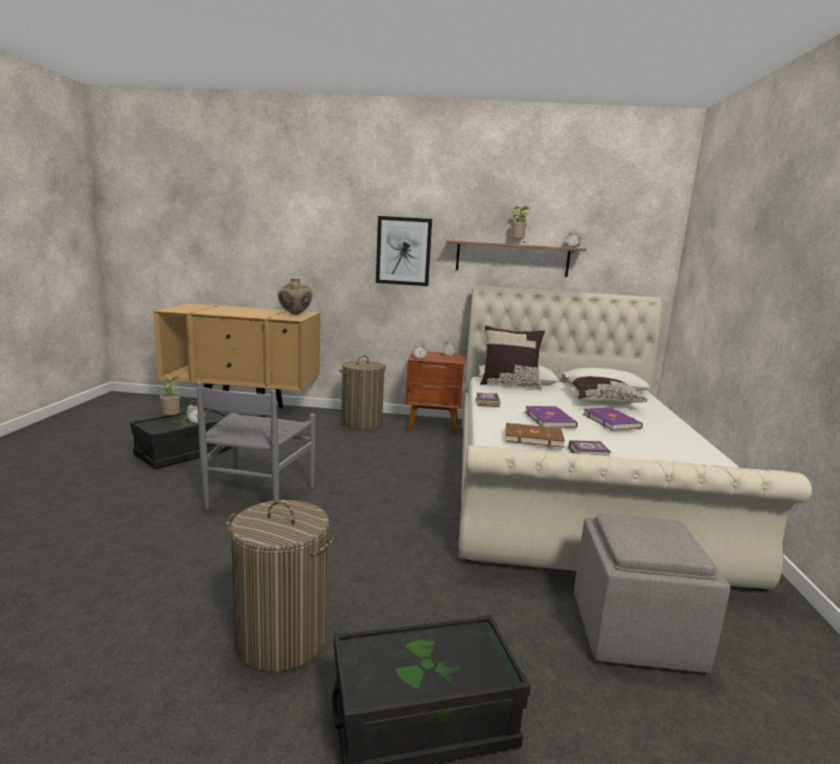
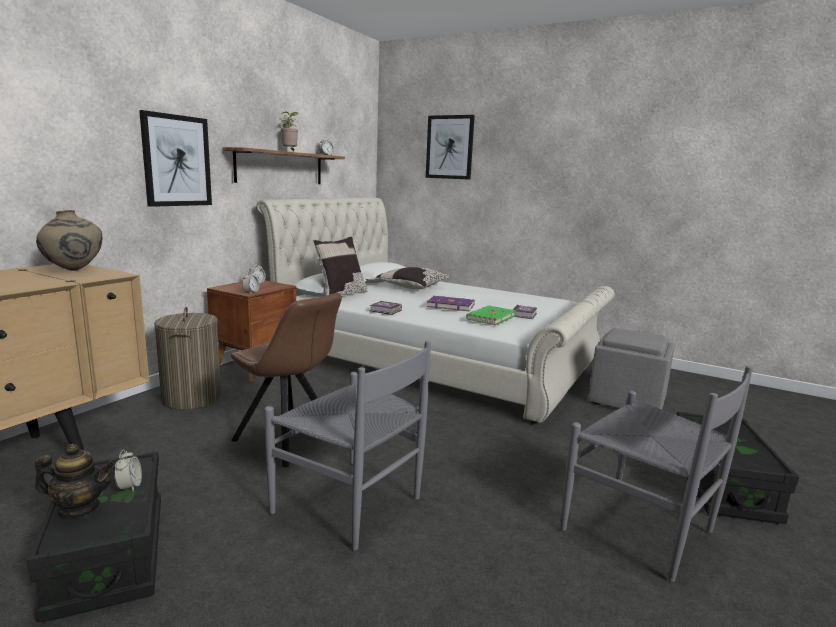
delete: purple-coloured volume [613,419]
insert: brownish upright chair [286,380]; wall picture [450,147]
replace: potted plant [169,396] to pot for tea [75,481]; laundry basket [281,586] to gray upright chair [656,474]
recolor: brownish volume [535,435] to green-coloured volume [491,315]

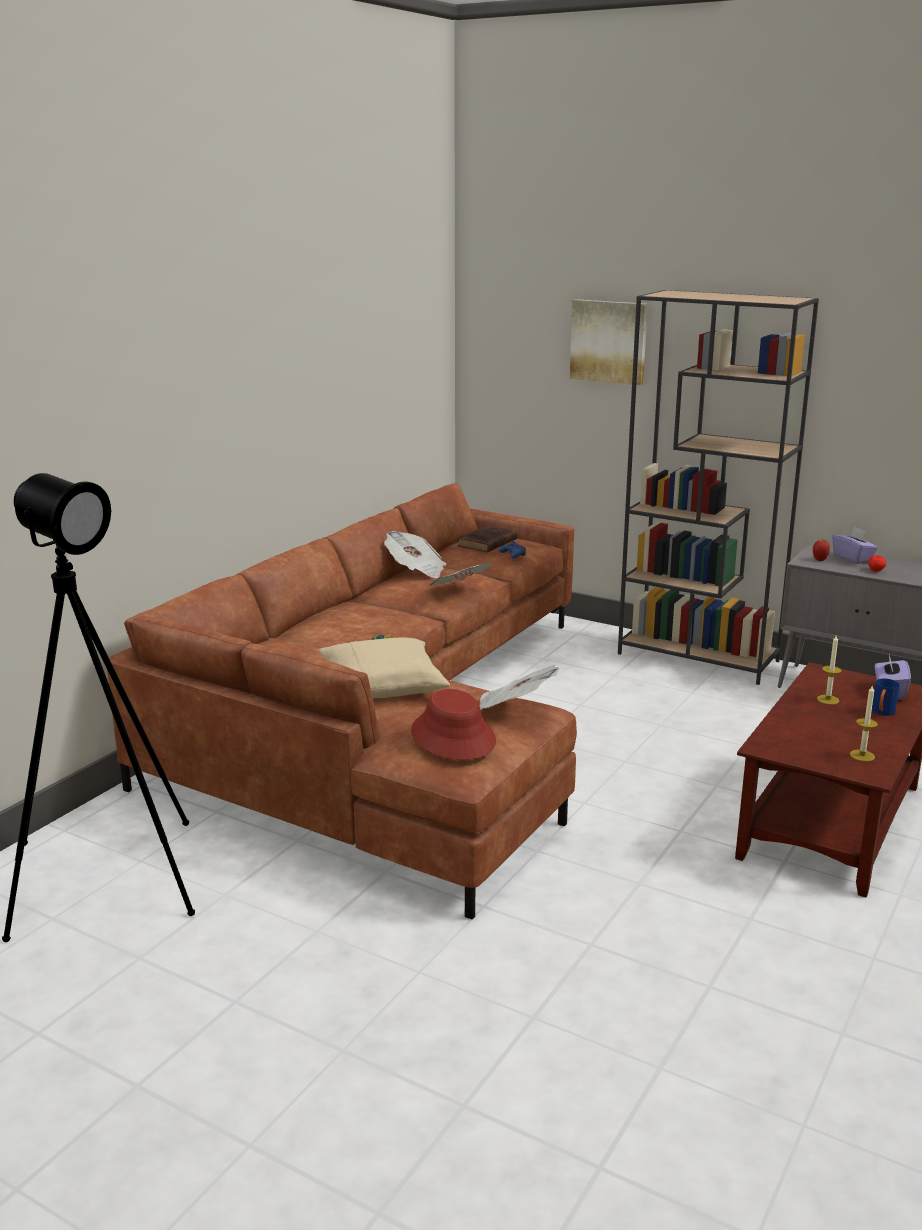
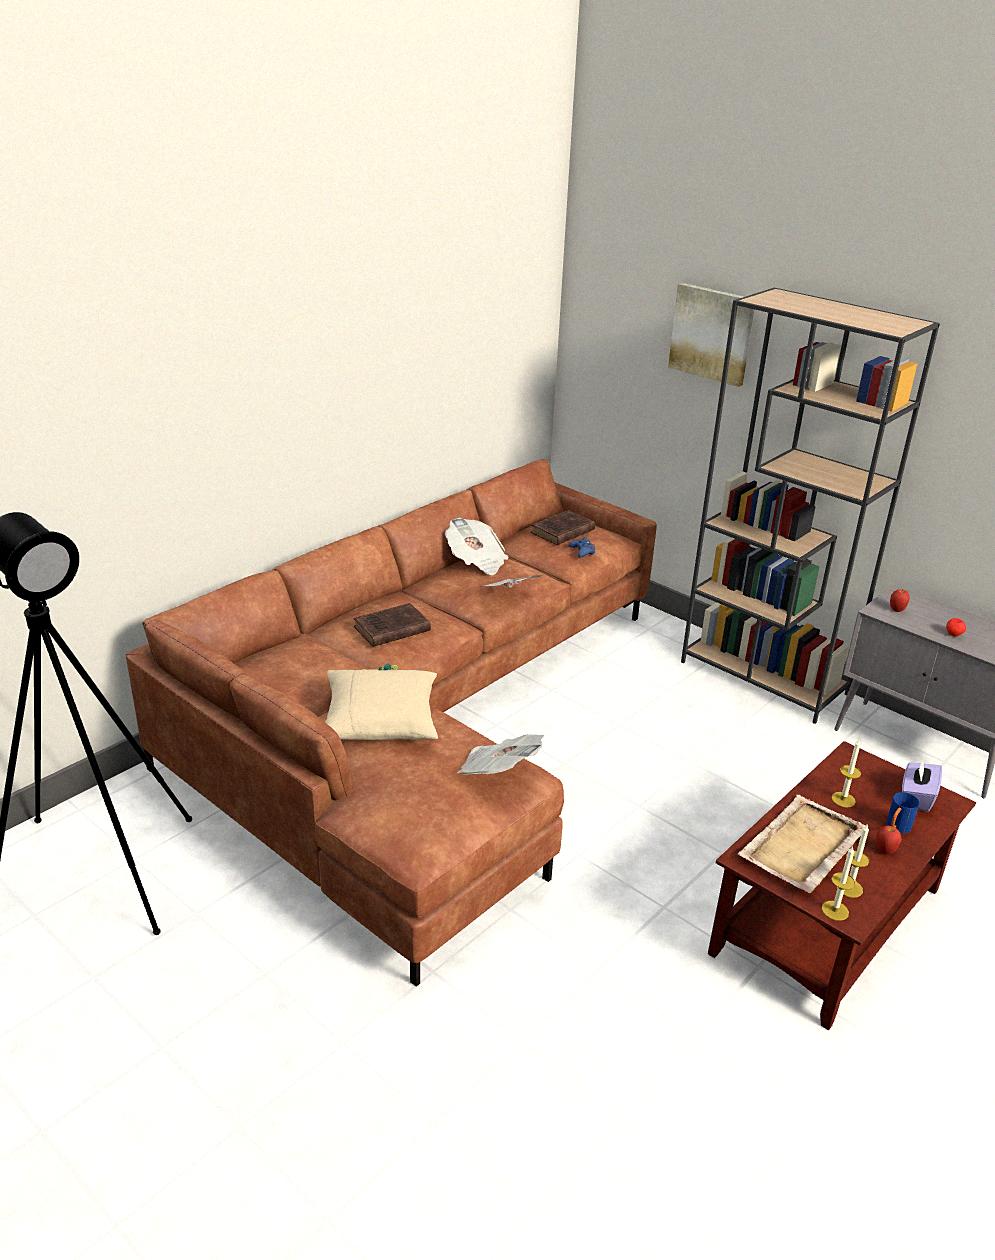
delete: reddish hat [453,724]; purple-coloured tissue holder [855,545]
insert: brownish volume [392,625]; beige tray [802,844]; wax light [838,883]; apple fruit [889,840]

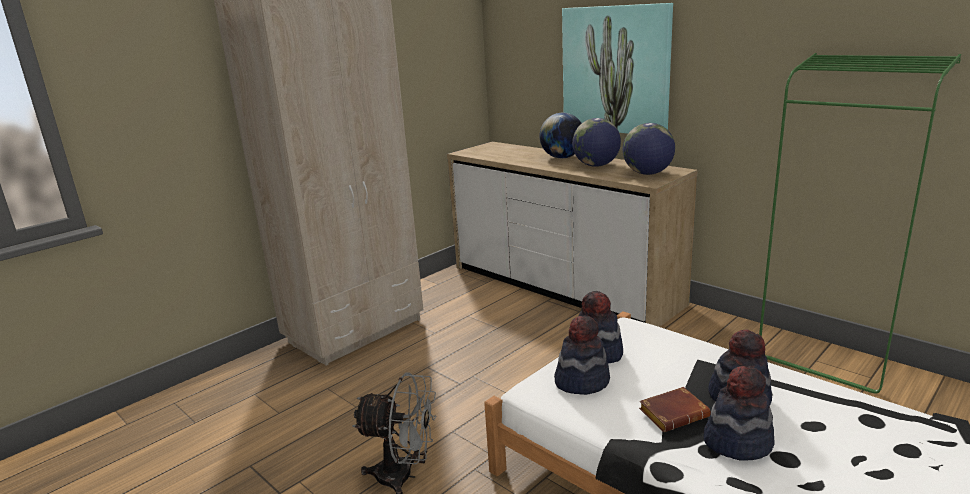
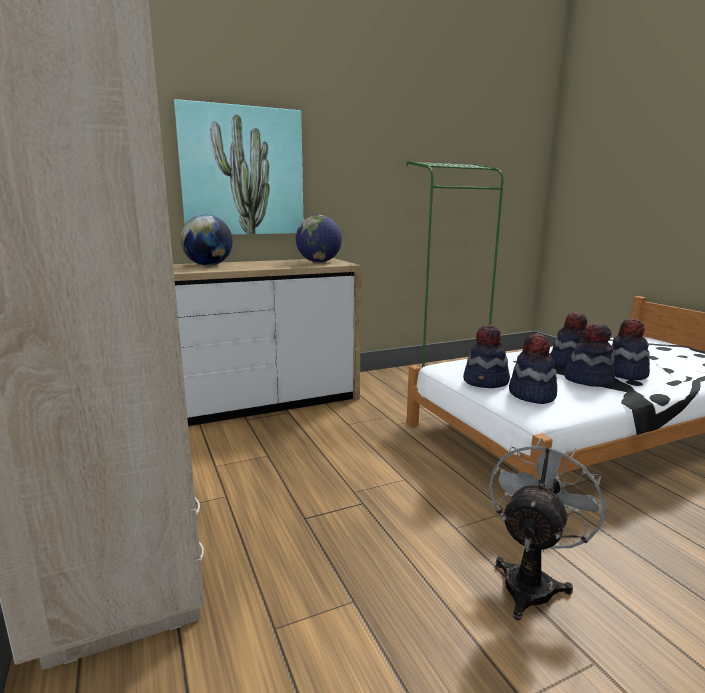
delete: globe [596,142]
replace: brownish volume [675,409] to hat [590,355]

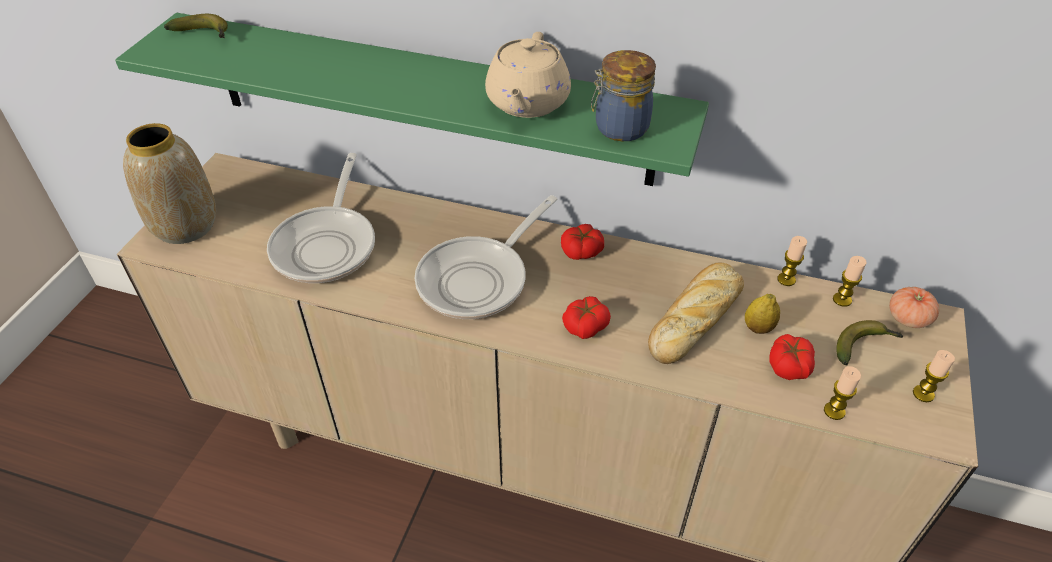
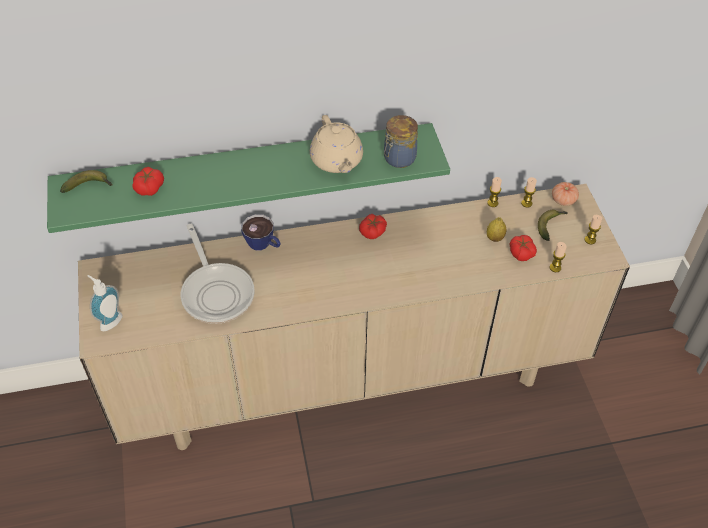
delete: pan [486,257]; bread [696,313]
insert: drinking cup [260,232]
move: whole tomato [586,317] to [148,181]
replace: decorative vase [169,183] to soap bottle [104,303]

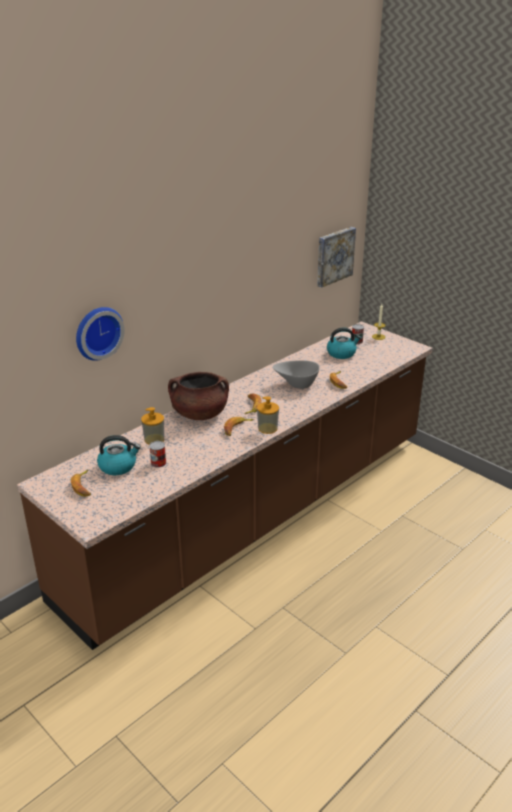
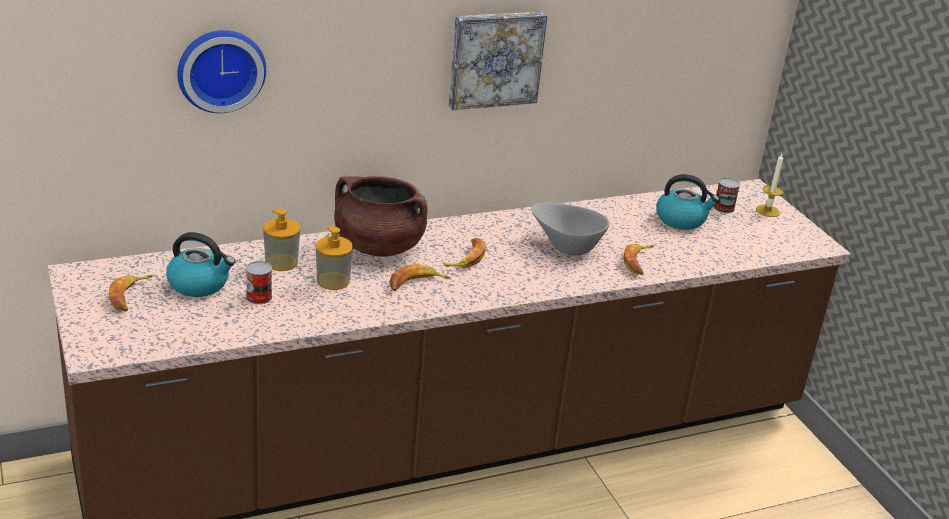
move: soap bottle [268,415] to [334,258]; wall picture [336,257] to [498,60]

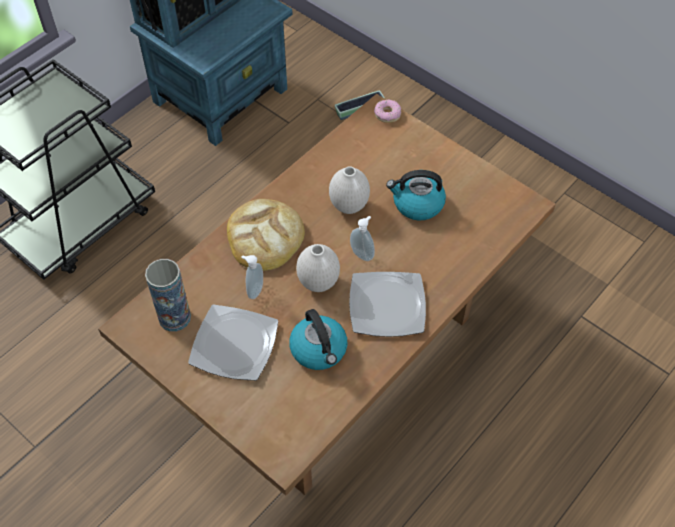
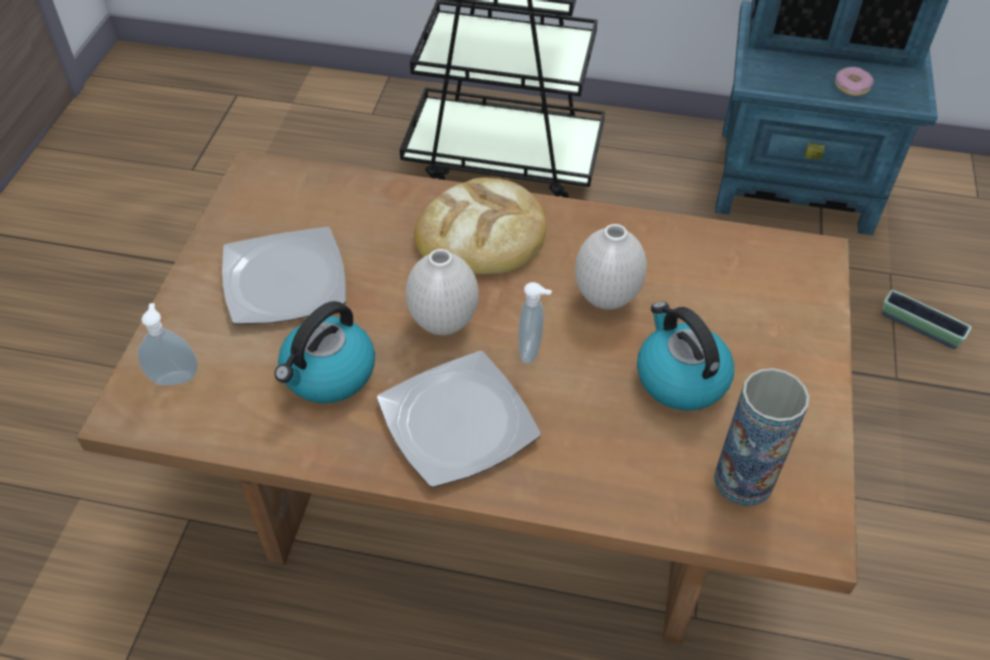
move: decorative vase [168,295] to [761,437]; soap bottle [252,277] to [168,344]; ring doughnut [387,111] to [854,81]

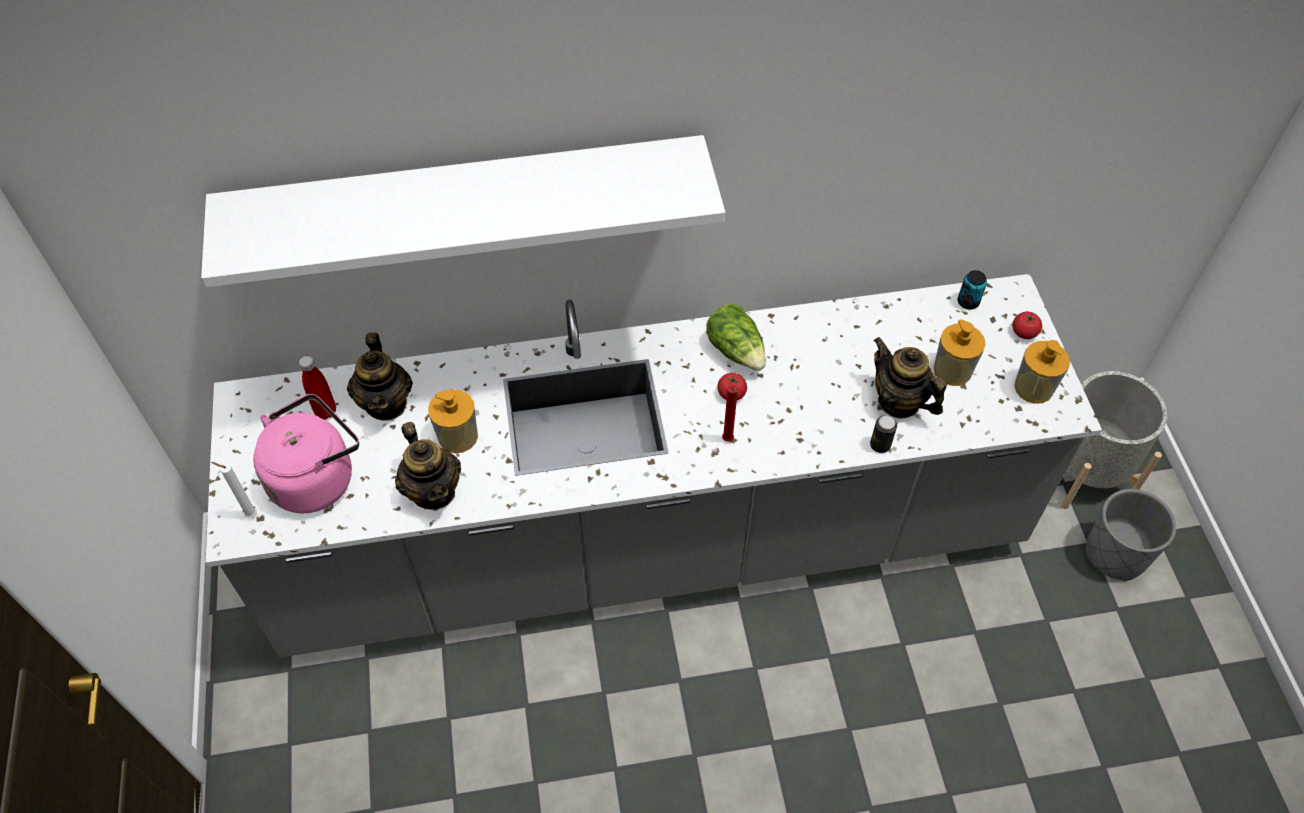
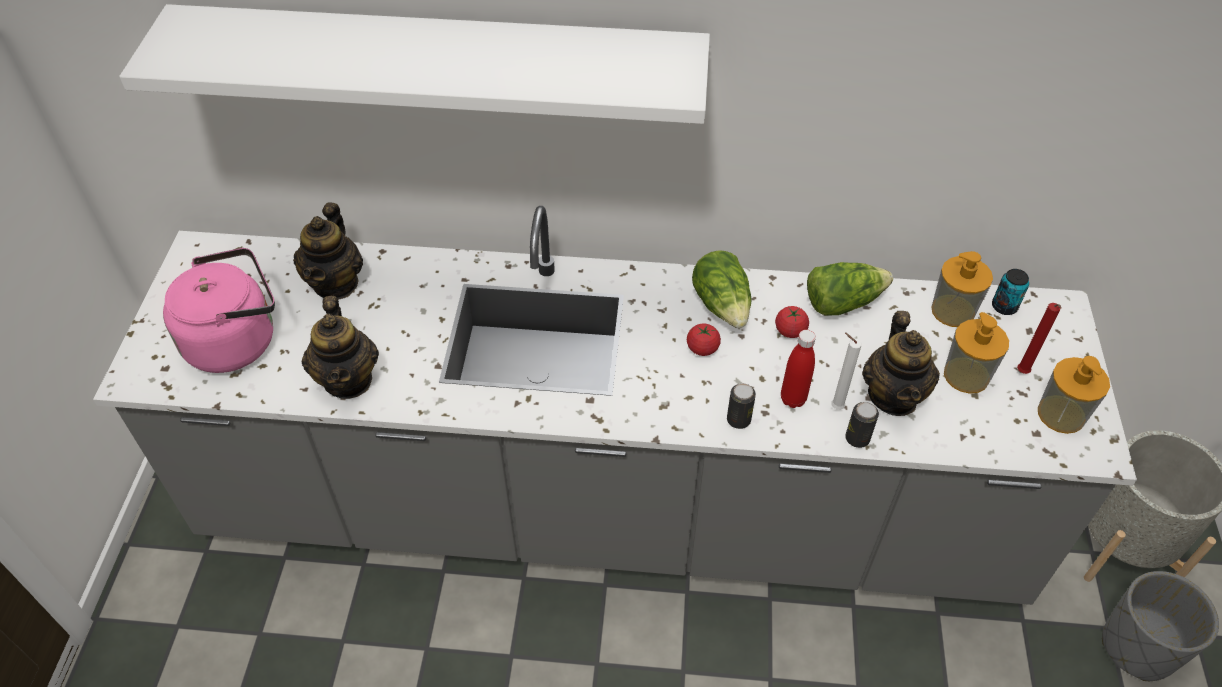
insert: metal can [741,406]; lettuce head [850,288]
move: white wax light [234,490] to [846,371]; reddish drink bottle [317,388] to [798,369]; soap bottle [453,421] to [962,289]; reddish wax light [730,413] to [1039,338]; whole tomato [1027,325] to [792,322]
rotate: pot for tea [910,377] = [901,363] 150 degrees counterclockwise

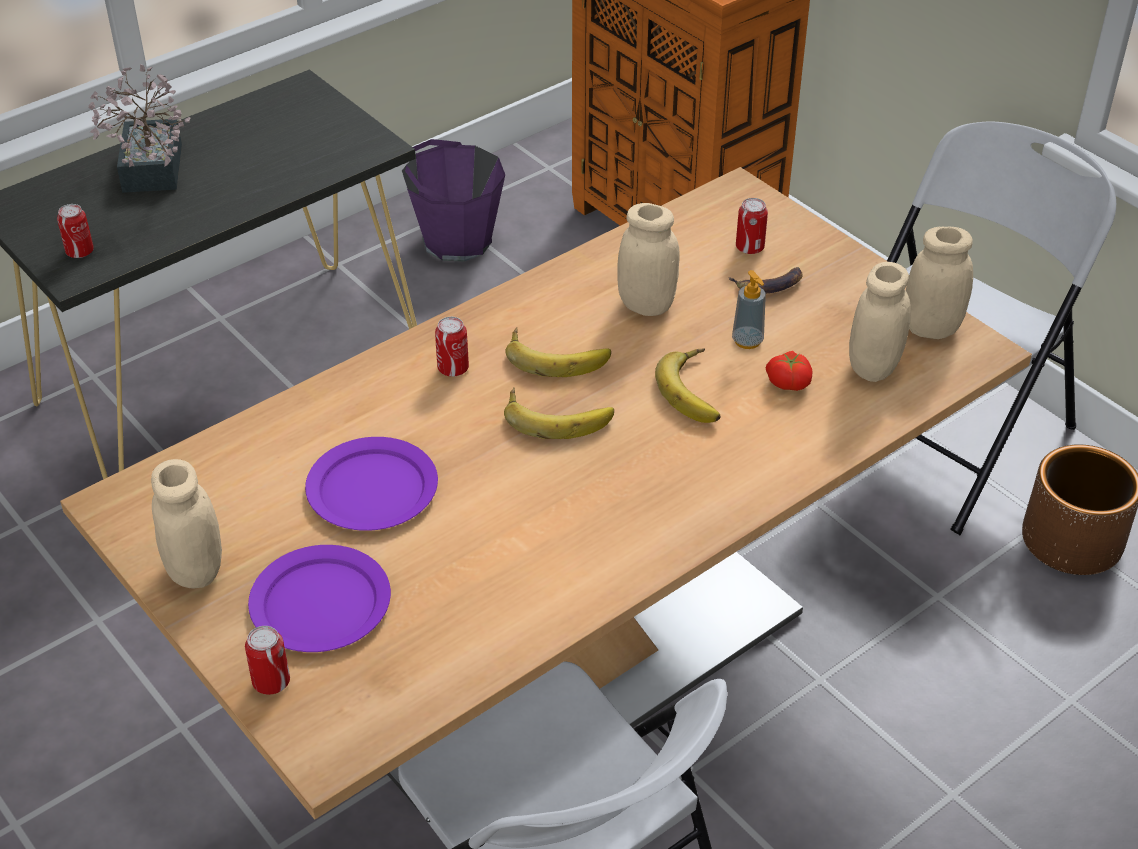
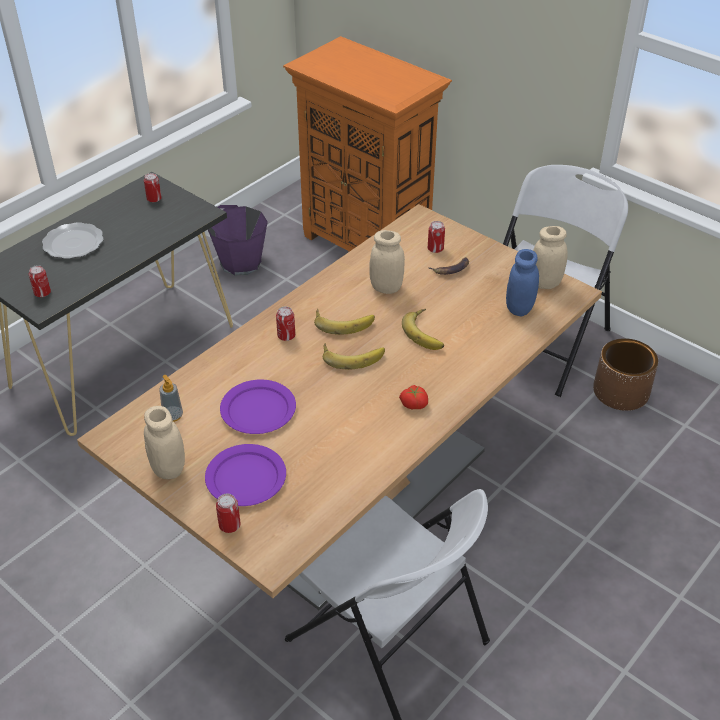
insert: metal can [153,187]
move: soap bottle [749,309] to [171,398]; whole tomato [789,371] to [413,397]
replace: potted plant [139,128] to dinner plate [73,240]
recolor: beige jar [880,322] to blue-coloured jar [522,282]

